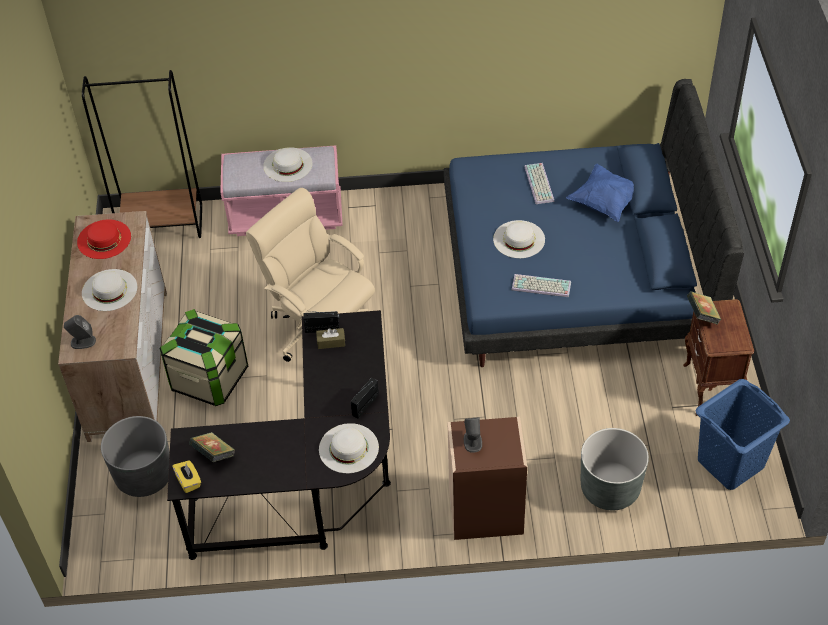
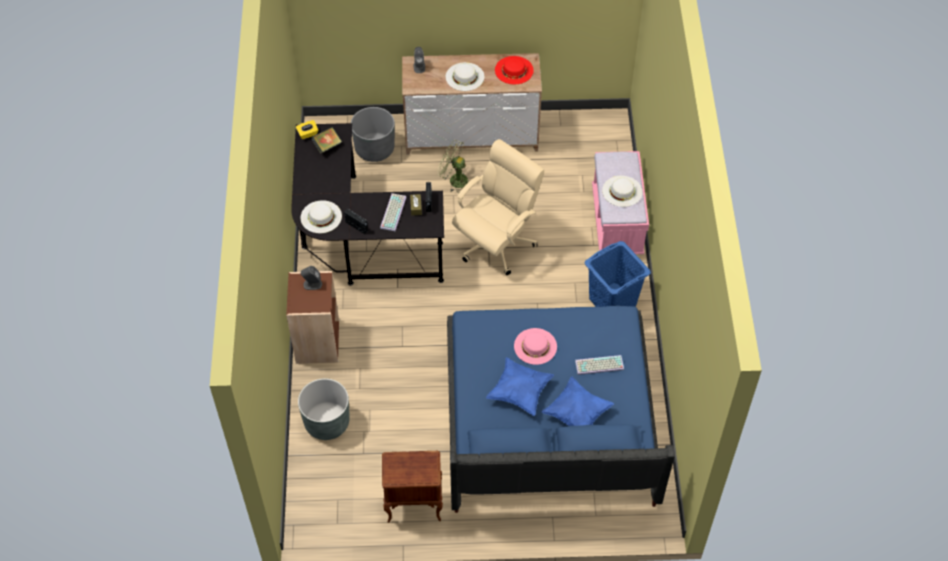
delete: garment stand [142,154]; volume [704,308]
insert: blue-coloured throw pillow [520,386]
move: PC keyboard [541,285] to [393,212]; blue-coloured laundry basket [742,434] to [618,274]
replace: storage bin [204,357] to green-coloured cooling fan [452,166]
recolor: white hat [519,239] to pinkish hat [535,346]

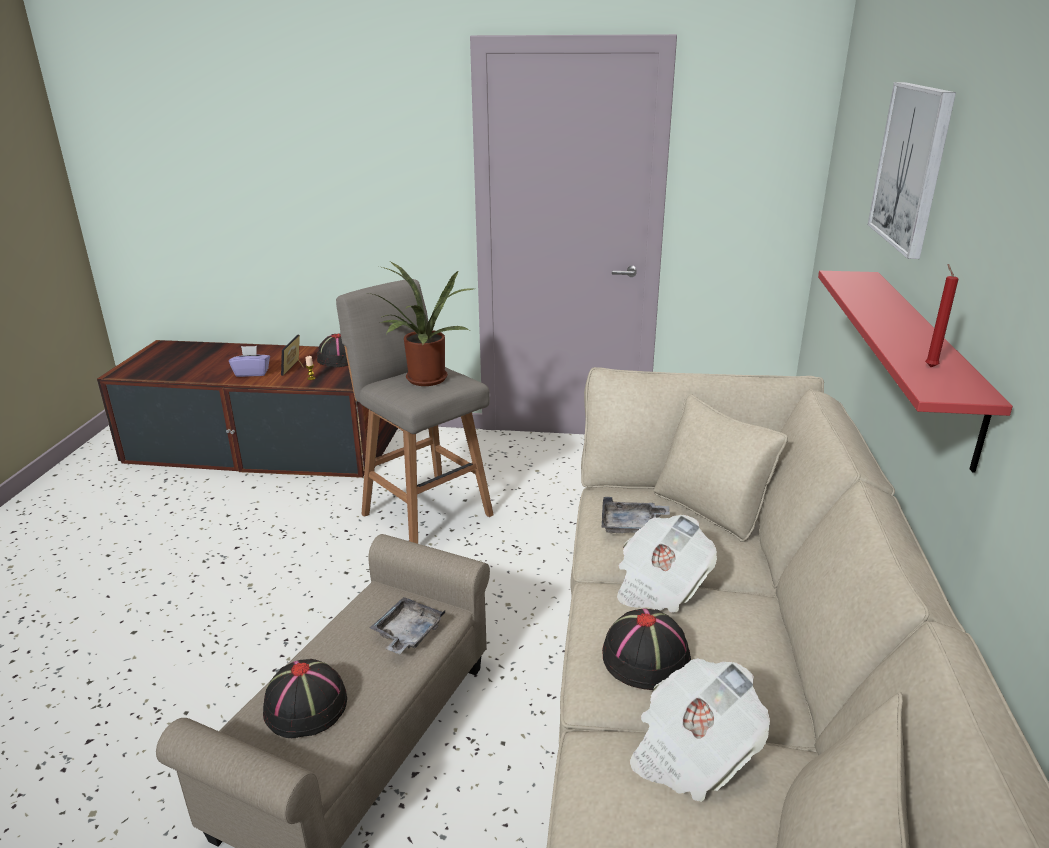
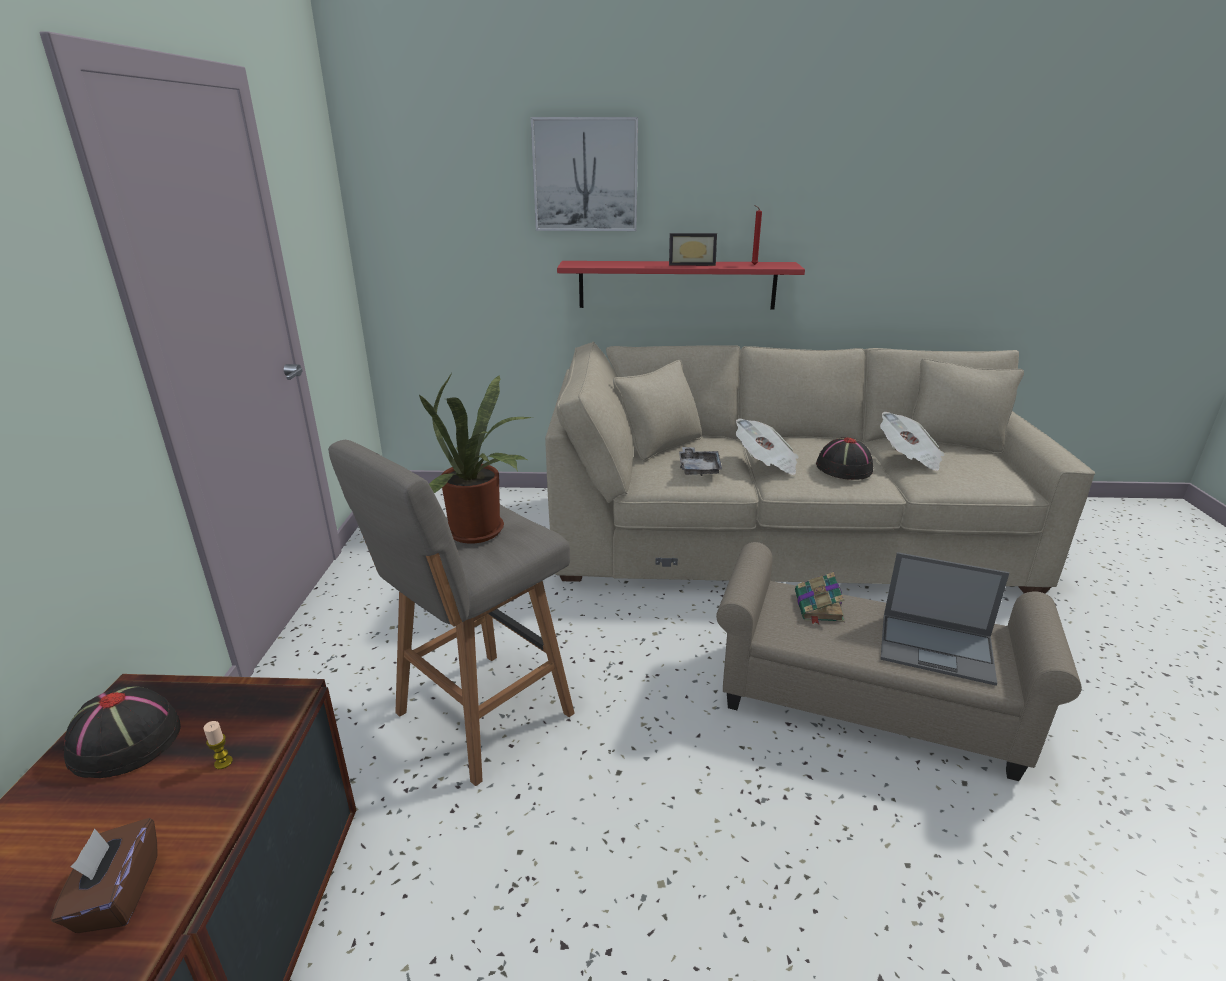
move: standing frame [292,355] to [693,249]
replace: blackish hat [305,698] to notebook computer [945,619]; gray tray [407,625] to volume [820,598]
recolor: purple-coloured tissue holder [249,361] to brownish tissue holder [104,875]

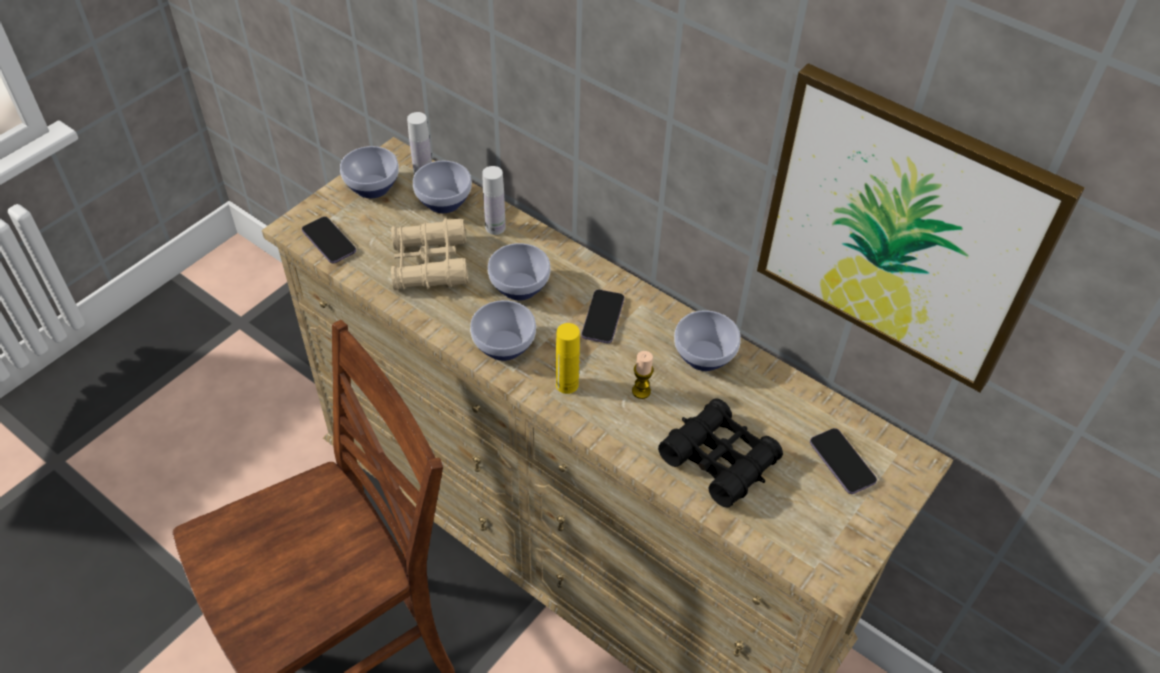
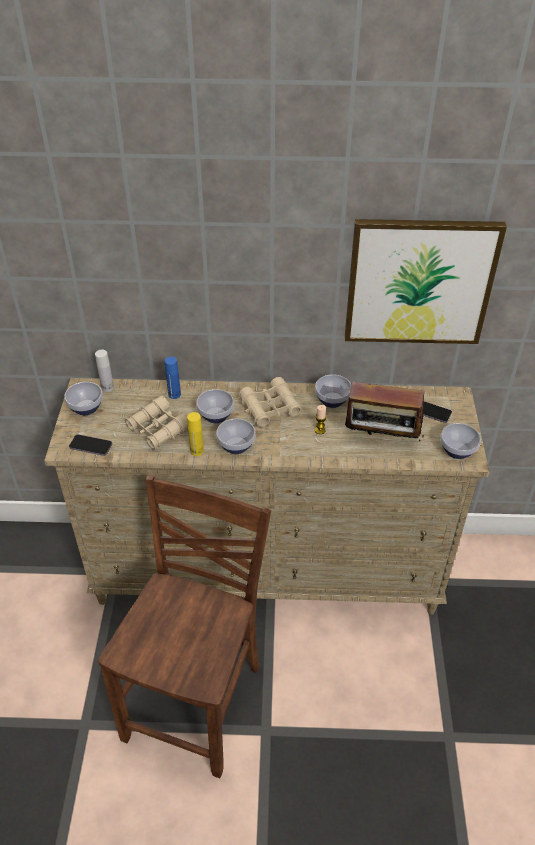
move: bowl [442,186] to [460,441]; yellowish drink bottle [568,358] to [195,434]
replace: phone [602,316] to beige pair of binoculars [270,402]; blackish pair of binoculars [720,452] to radio receiver [384,407]
recolor: white drink bottle [494,200] to blue-coloured drink bottle [173,377]

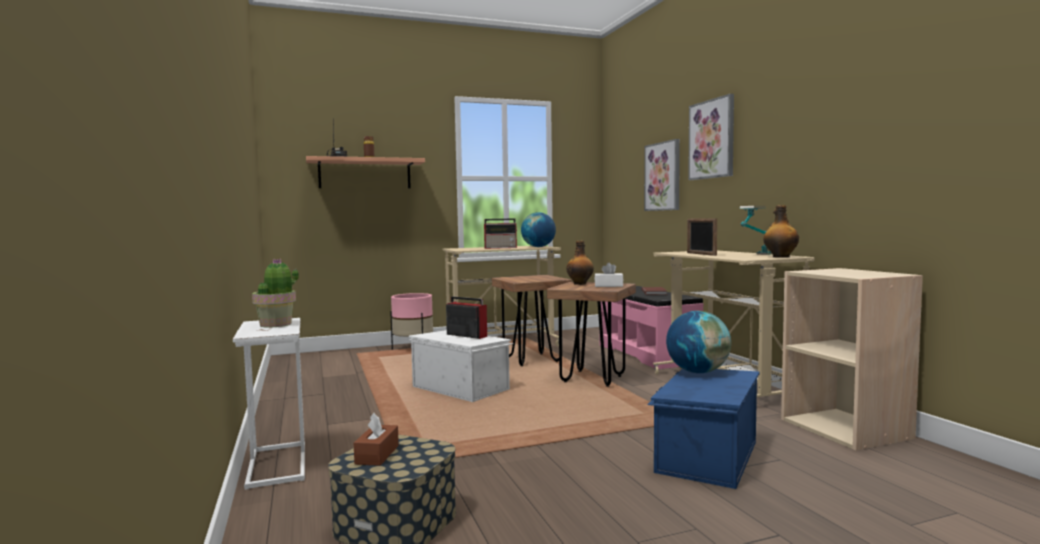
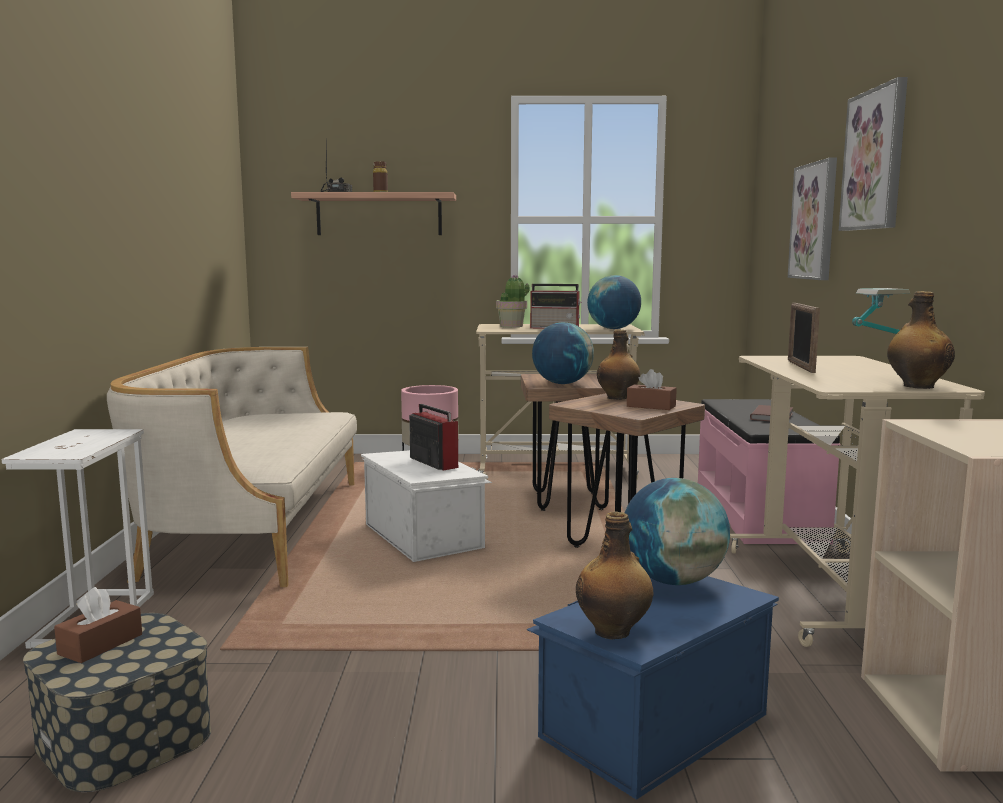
insert: beige couch [232,467]; globe [563,353]; drink bottle [615,575]
move: potted plant [275,293] to [513,301]
recolor: white tissue holder [609,275] to brownish tissue holder [652,389]

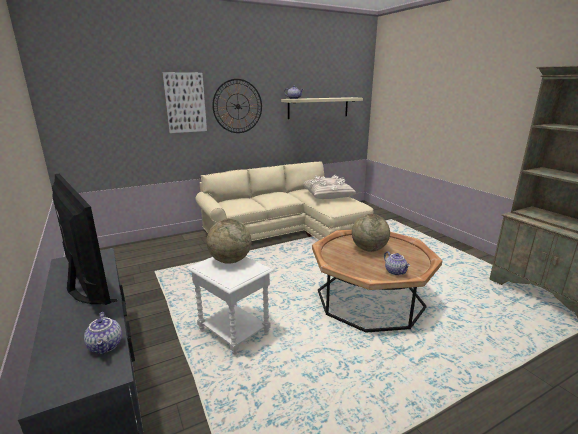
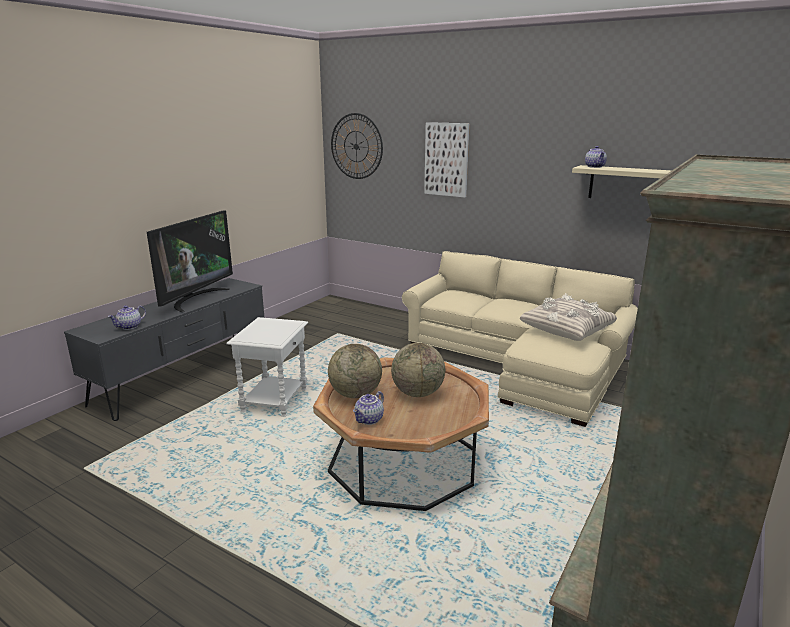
move: globe [229,241] to [355,371]; clock on the wall [237,106] to [357,146]

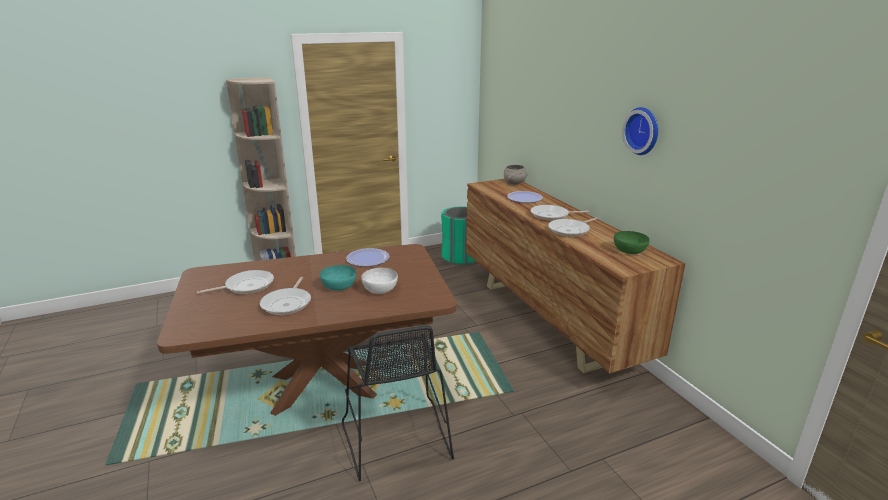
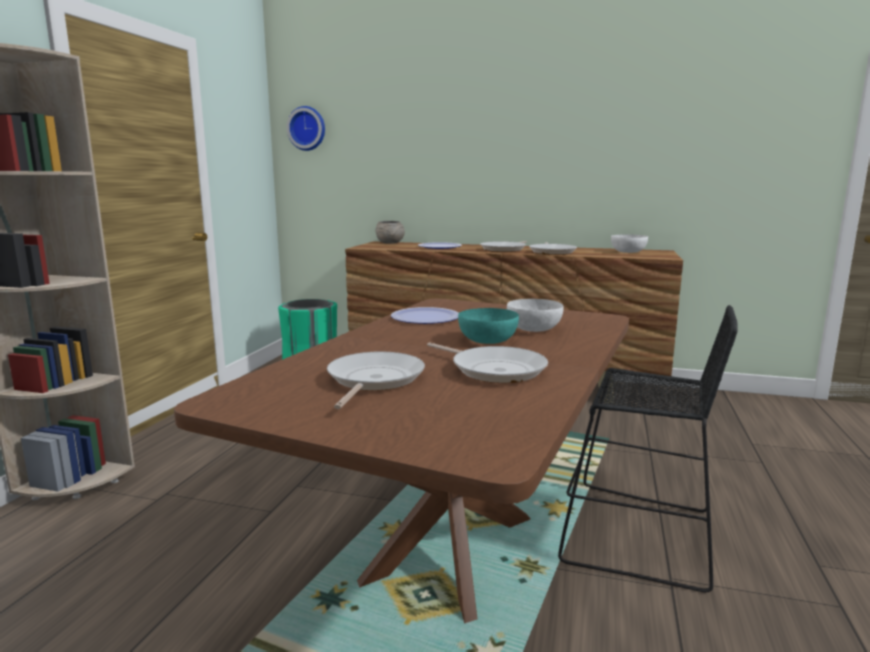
move: clock on the wall [640,131] to [305,128]
recolor: green-coloured bowl [632,242] to white bowl [629,243]

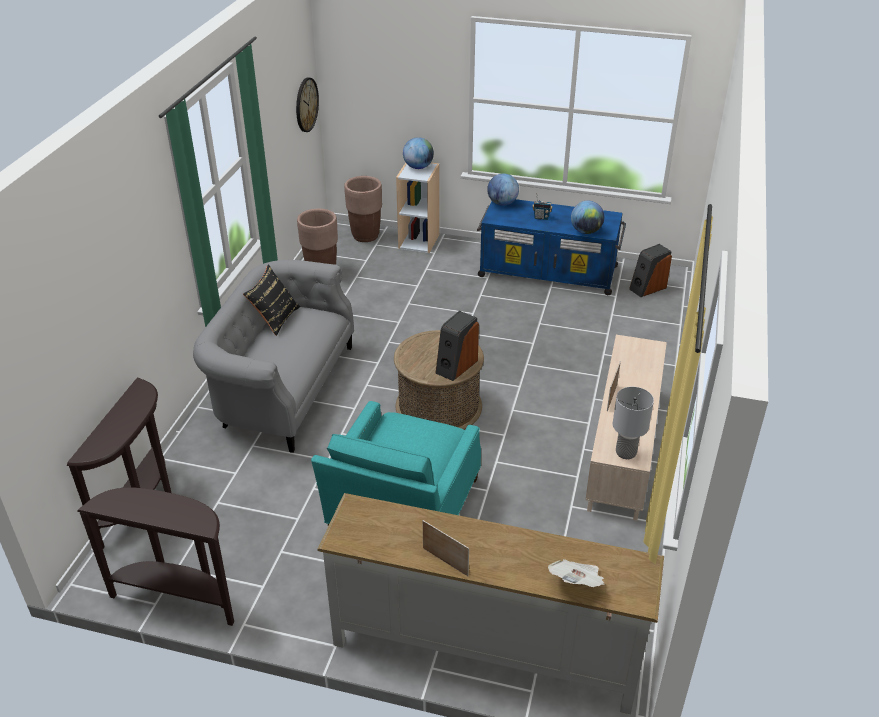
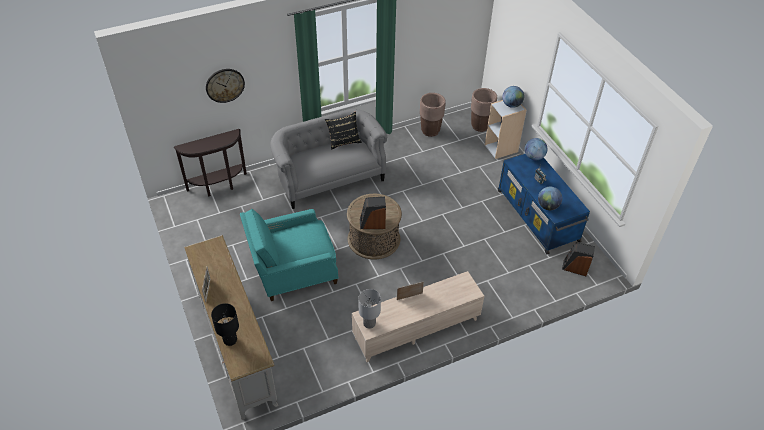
delete: brownish hall table [155,556]
move: clock on the wall [307,105] to [225,86]
replace: printed paper [576,573] to blackish lamp for a table [225,324]

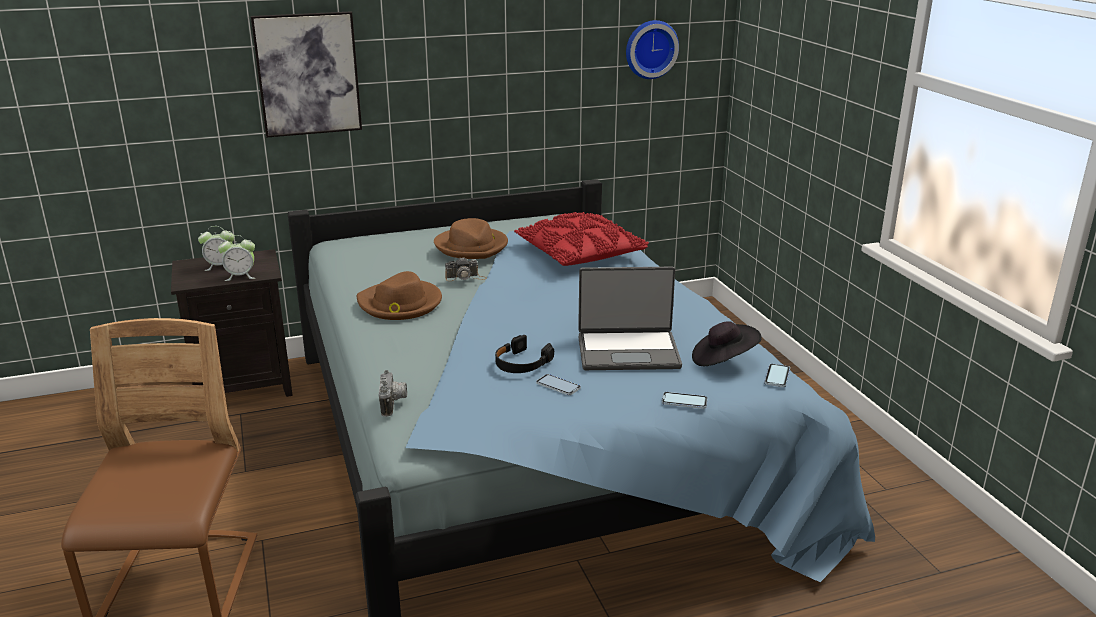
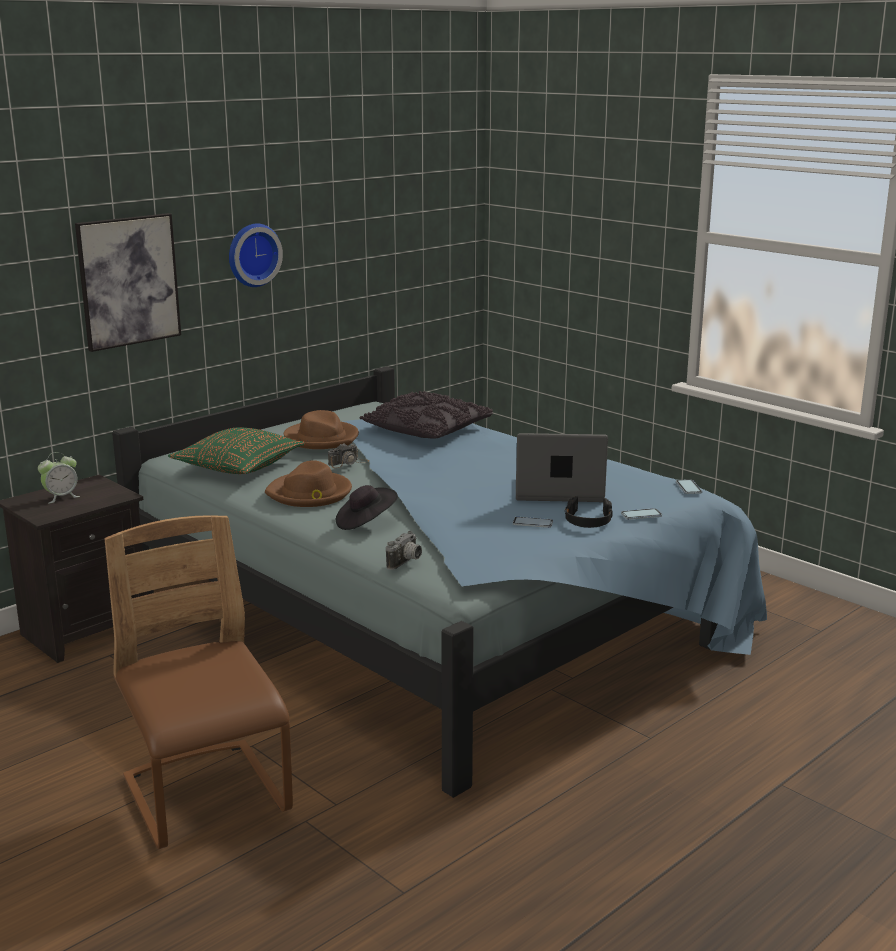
delete: table clock [236,258]
insert: green-coloured throw pillow [236,450]
move: blackish pair of headphones [524,354] to [589,512]; clock on the wall [652,49] to [256,255]; blackish hat [727,343] to [367,507]
recolor: reddish throw pillow [581,239] to blackish throw pillow [426,415]
rotate: photo camera [393,393] = [404,550] 60 degrees clockwise; notebook computer [630,318] = [562,467] 150 degrees counterclockwise

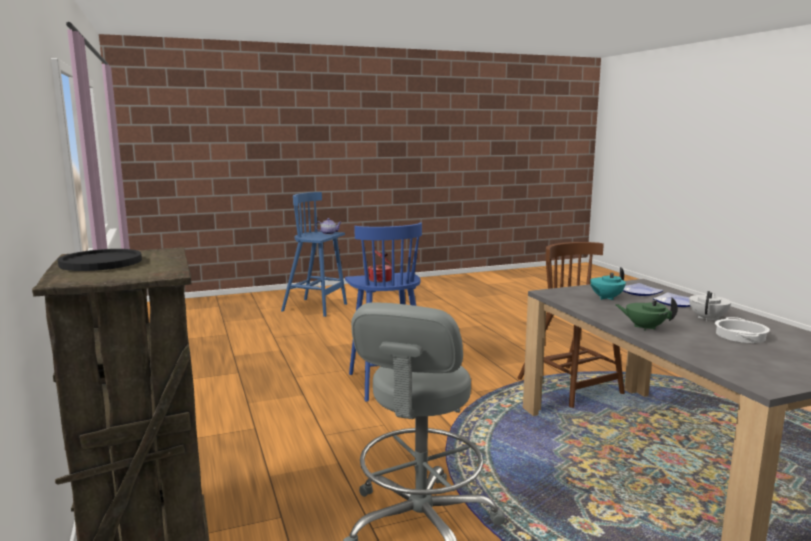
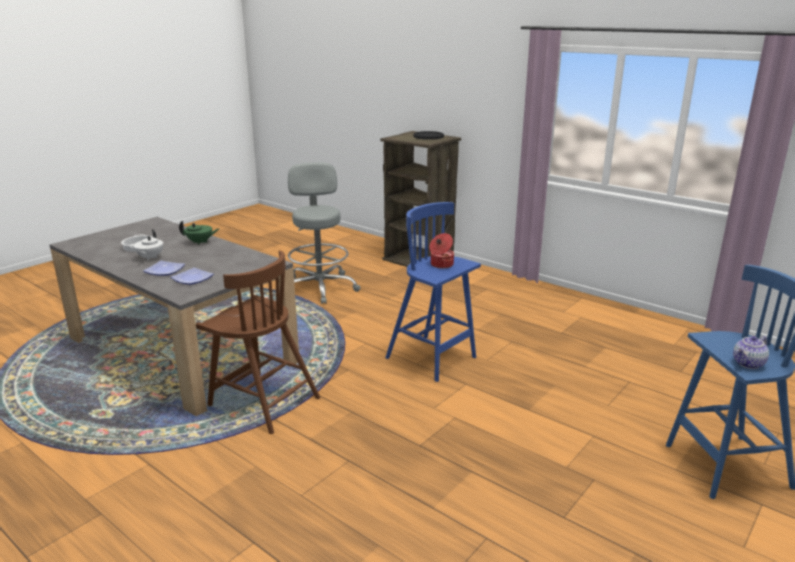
delete: turquoise pot for tea [608,283]

